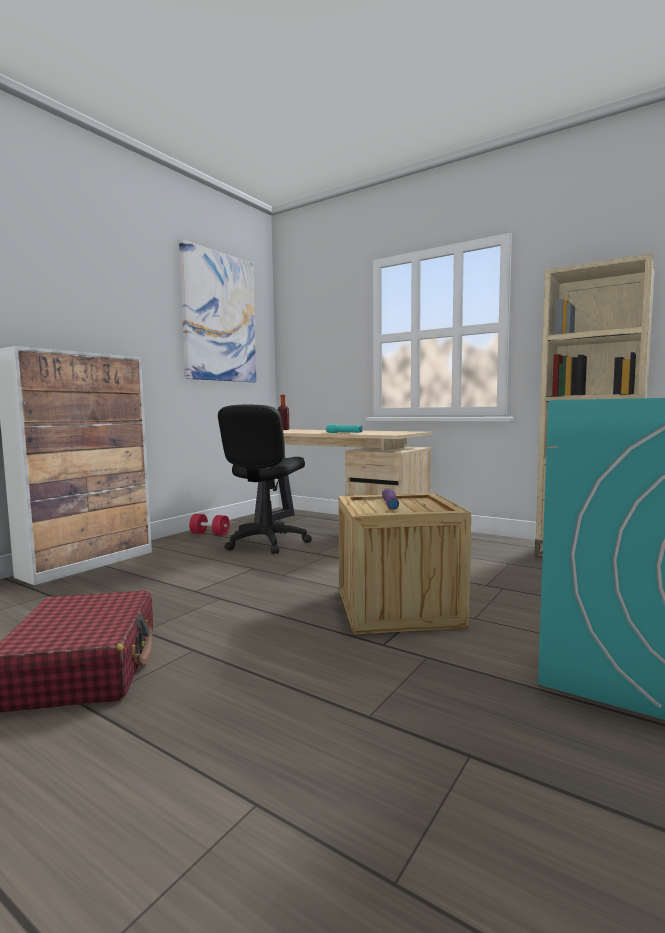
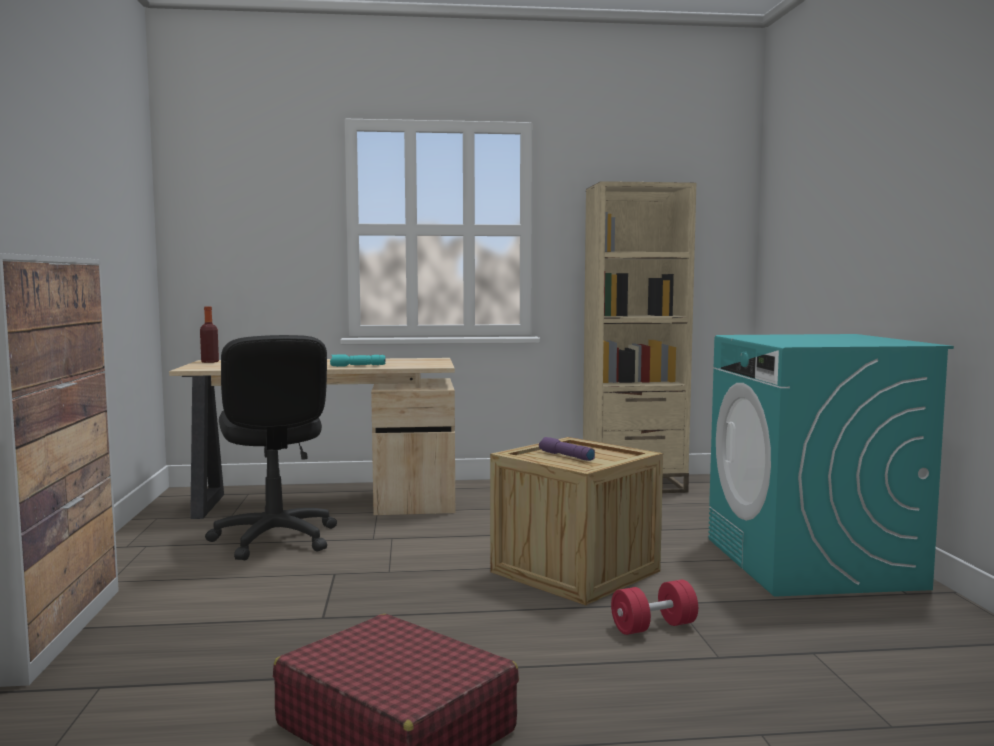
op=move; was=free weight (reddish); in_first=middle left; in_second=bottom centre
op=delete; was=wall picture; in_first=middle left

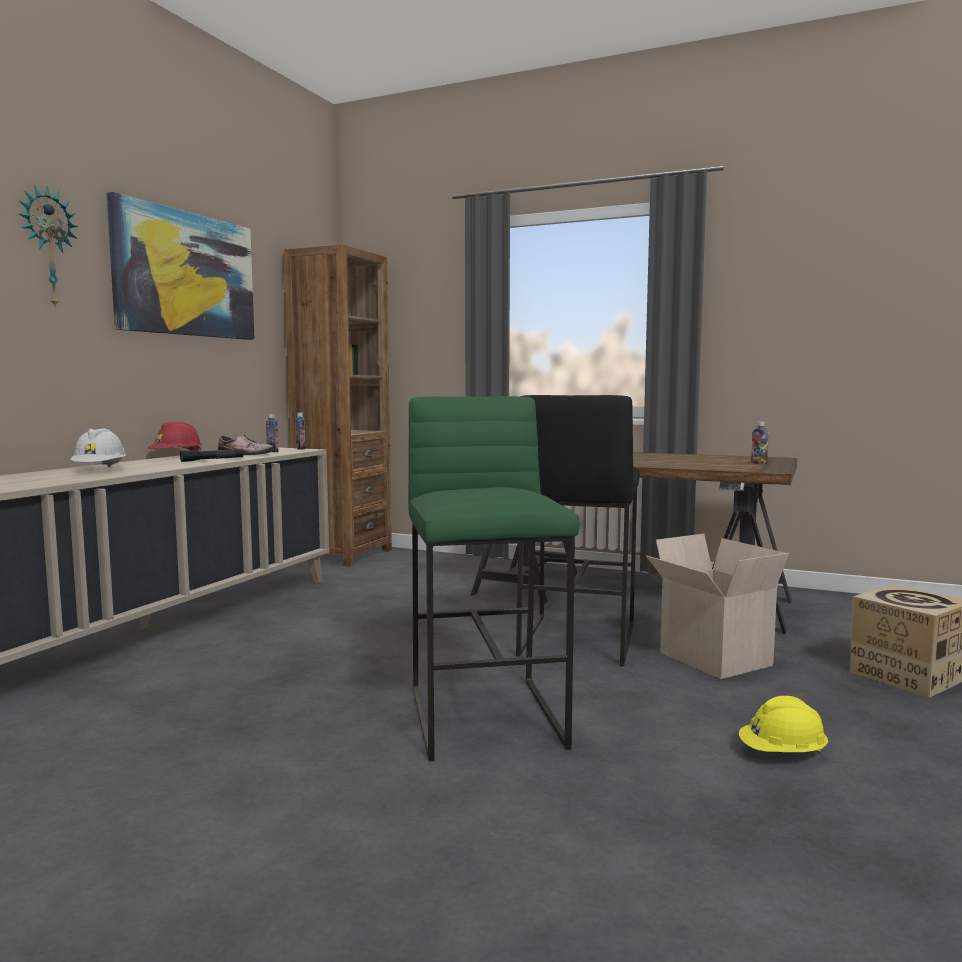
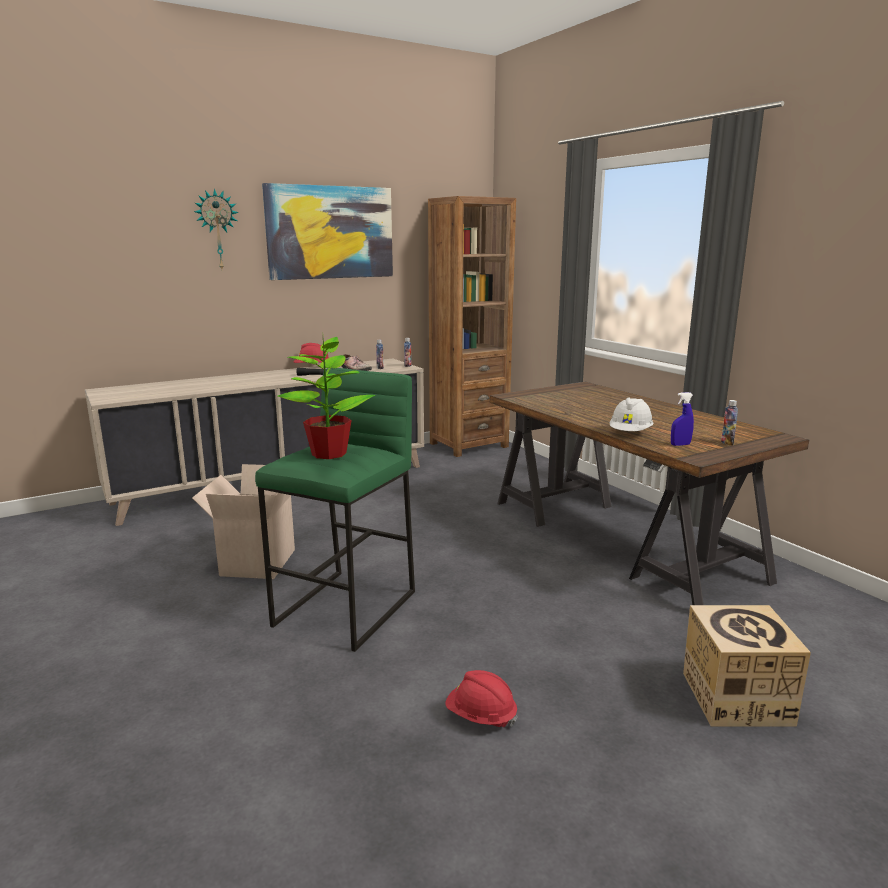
op=move; was=cardboard box (1st from left); in_first=middle right; in_second=middle left
op=insert; now=potted plant; in_second=centre
op=recolor; was=safety helmet (yellow); now=safety helmet (reddish) (2nd from left); in_first=bottom right; in_second=bottom centre
op=move; was=safety helmet (white-coloured); in_first=middle left; in_second=middle right
op=insert; now=sprayer (bluish); in_second=middle right
op=delete; was=stool (blackish); in_first=centre

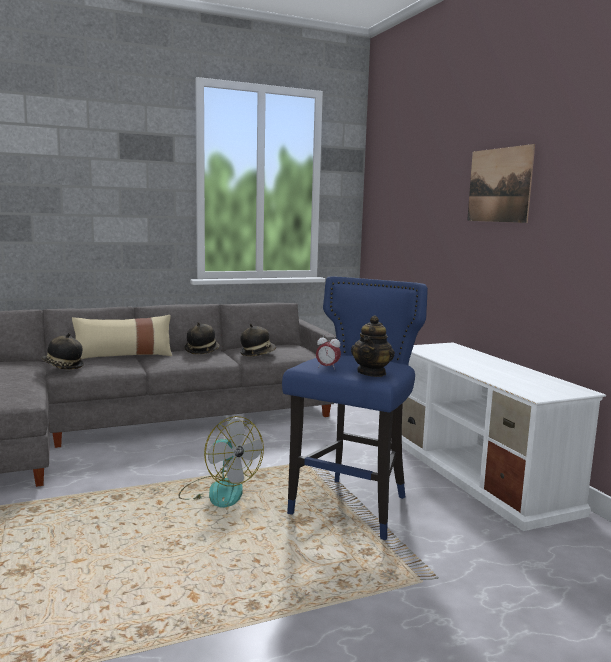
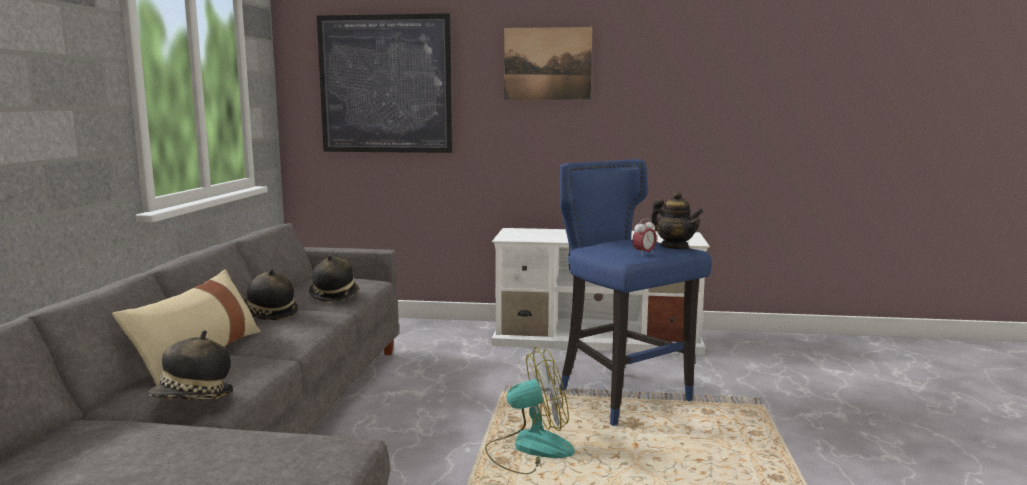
op=insert; now=wall picture (1st from left); in_second=top centre

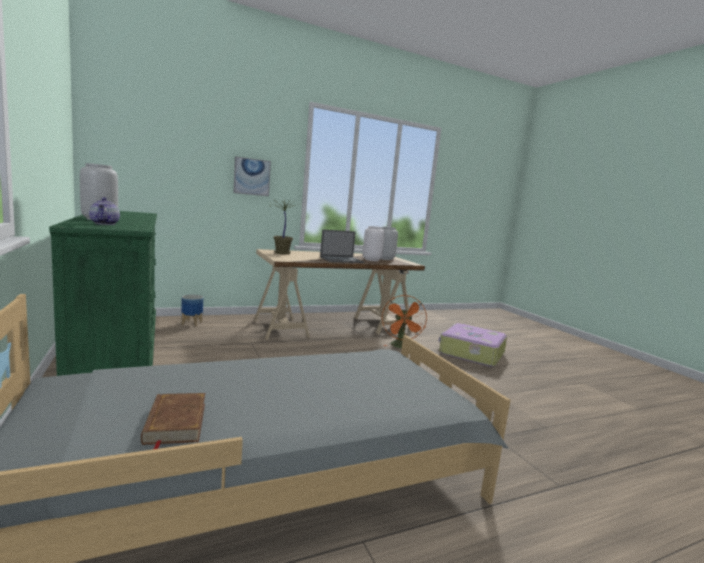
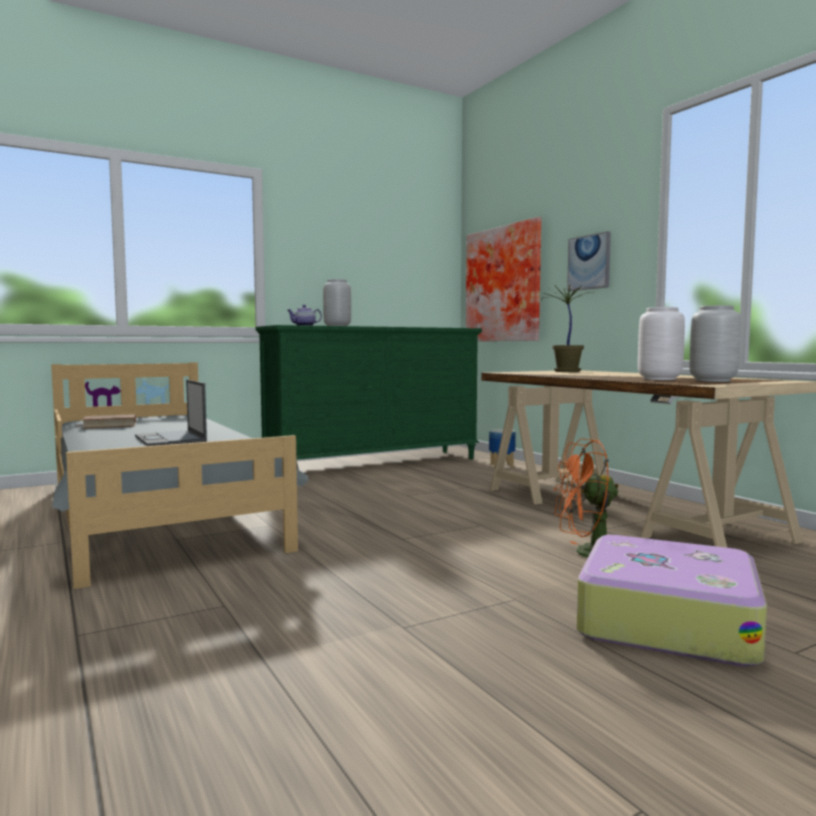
op=move; was=portable computer; in_first=centre; in_second=middle left
op=insert; now=wall picture (1st from left); in_second=centre

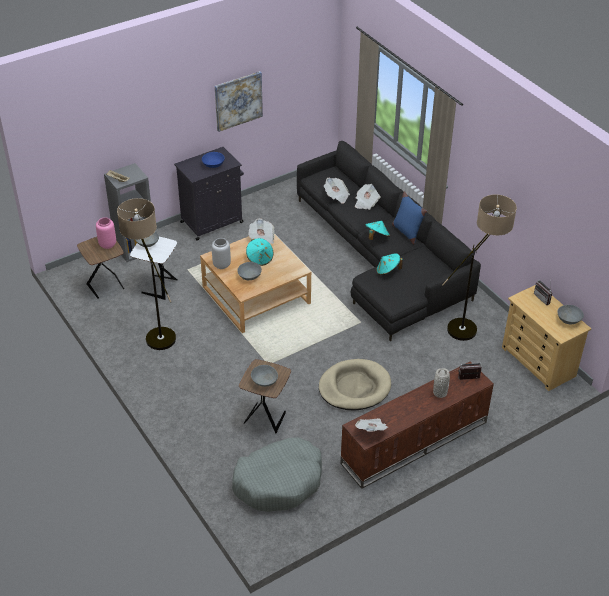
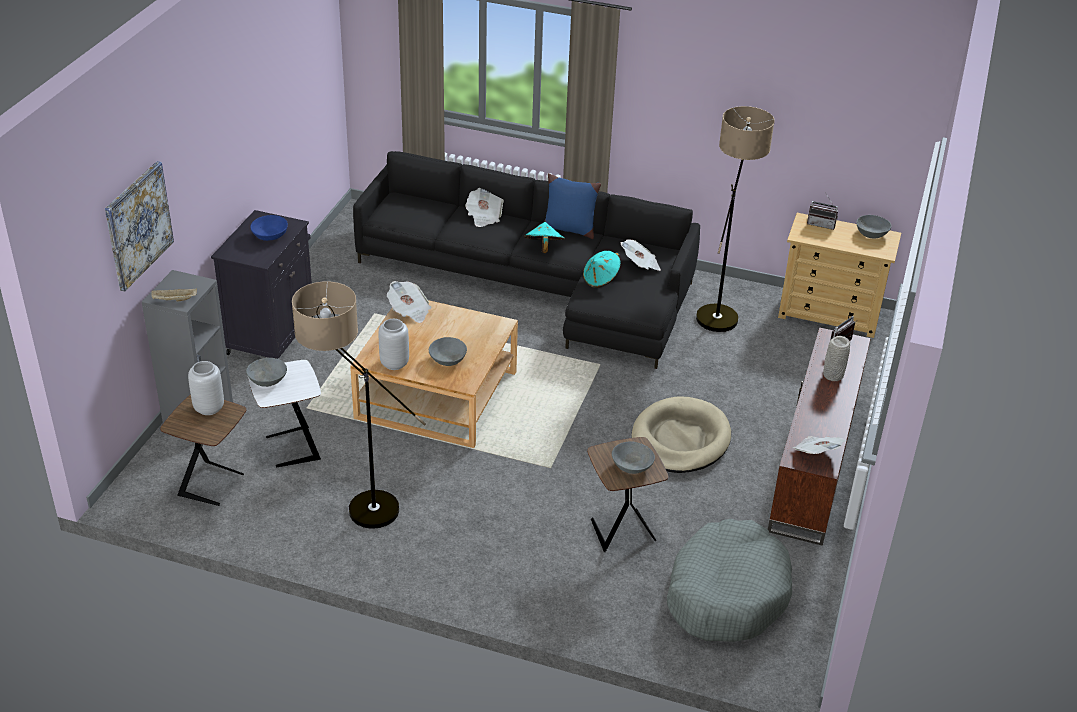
op=move; was=wall picture; in_first=top centre; in_second=top left
op=recolor; was=flower vase (pinkish); now=flower vase (gray) (1st from left); in_first=middle left; in_second=middle left
op=move; was=printed paper (2nd from left in the first image); now=printed paper (3rd from left); in_first=top centre; in_second=centre
op=delete; was=clothing hat (turquoise) (1st from left); in_first=centre

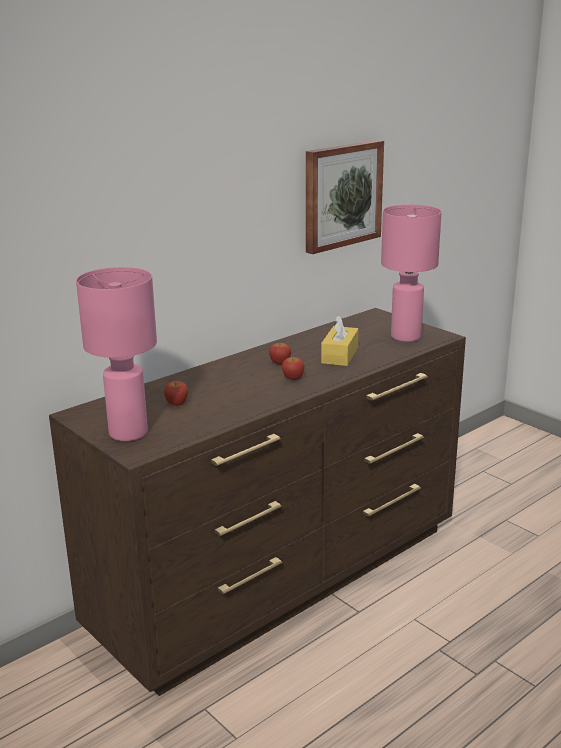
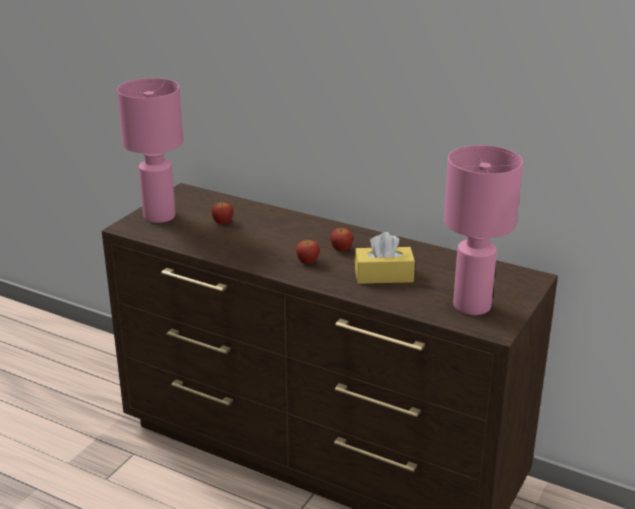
op=delete; was=wall picture; in_first=top centre

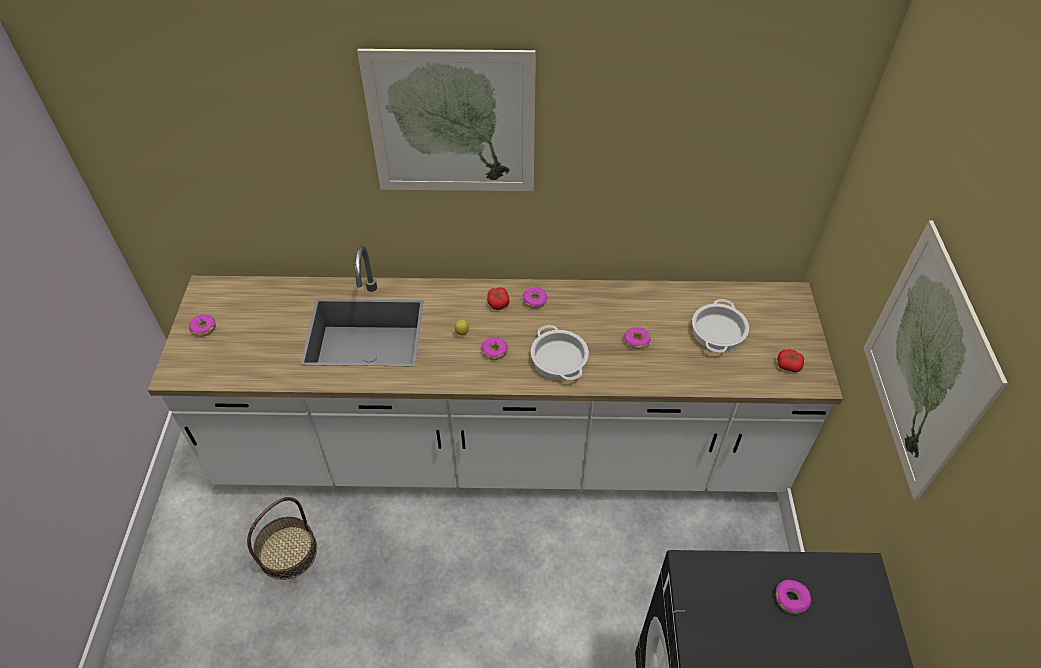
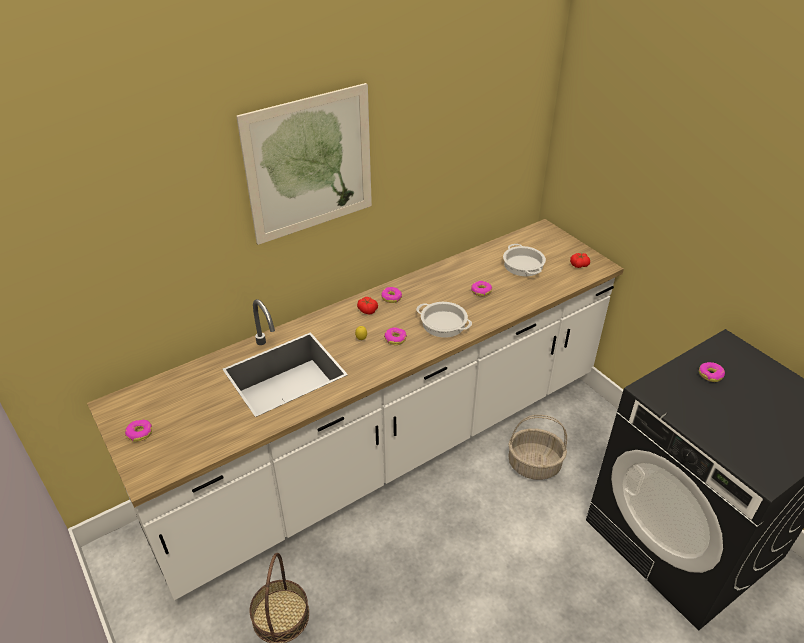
op=insert; now=basket (2nd from left); in_second=bottom right
op=delete; was=wall picture (2nd from left); in_first=middle right

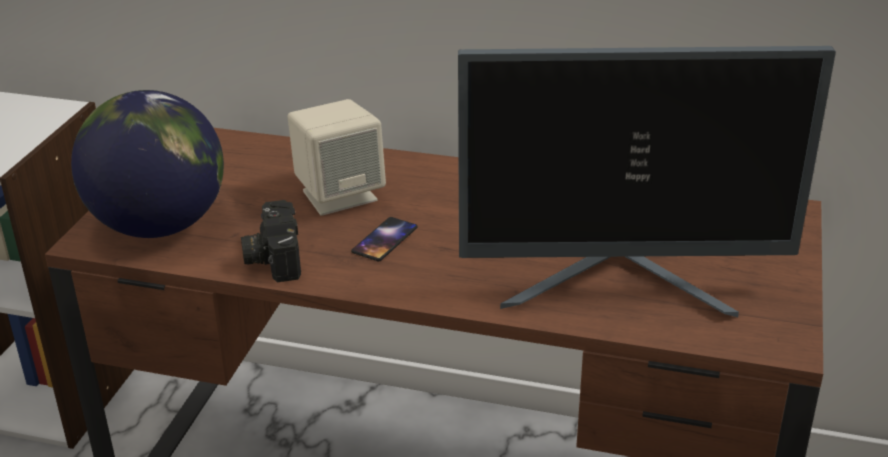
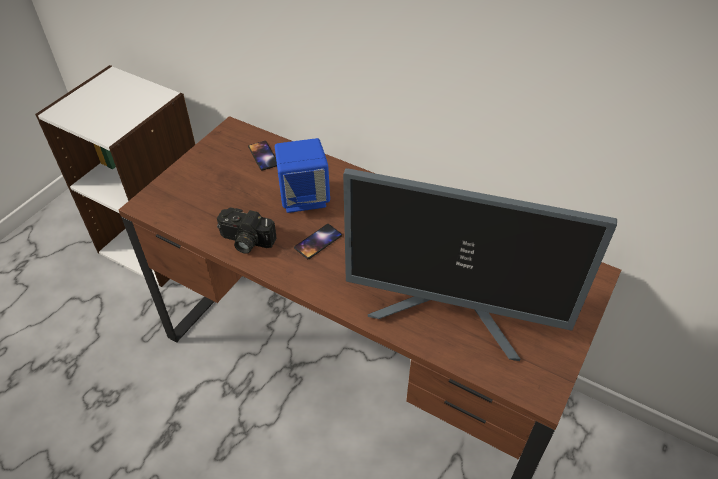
op=rotate; was=photo camera; in_first=middle left; in_second=centre; clockwise=-75
op=insert; now=handset (1st from left); in_second=top centre
op=recolor; was=audio speaker (beige); now=audio speaker (bluish); in_first=centre; in_second=centre
op=delete; was=world globe; in_first=middle left

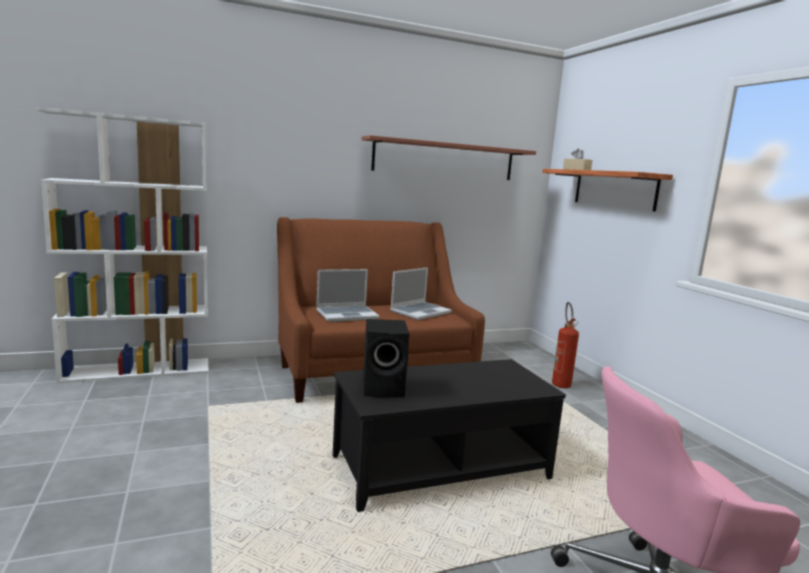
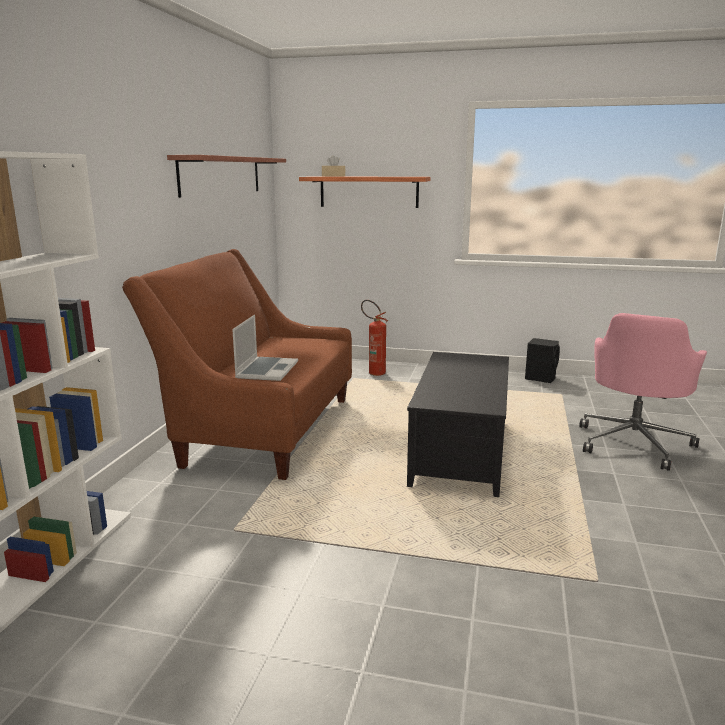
op=move; was=audio speaker (blackish); in_first=centre; in_second=middle right
op=delete; was=portable computer (2nd from left); in_first=centre

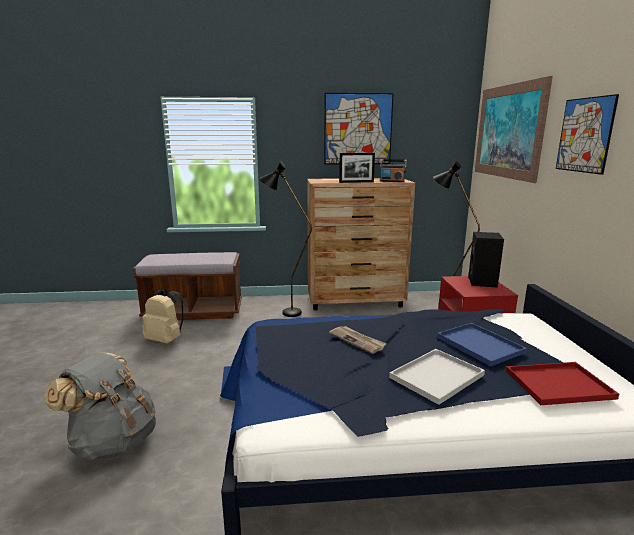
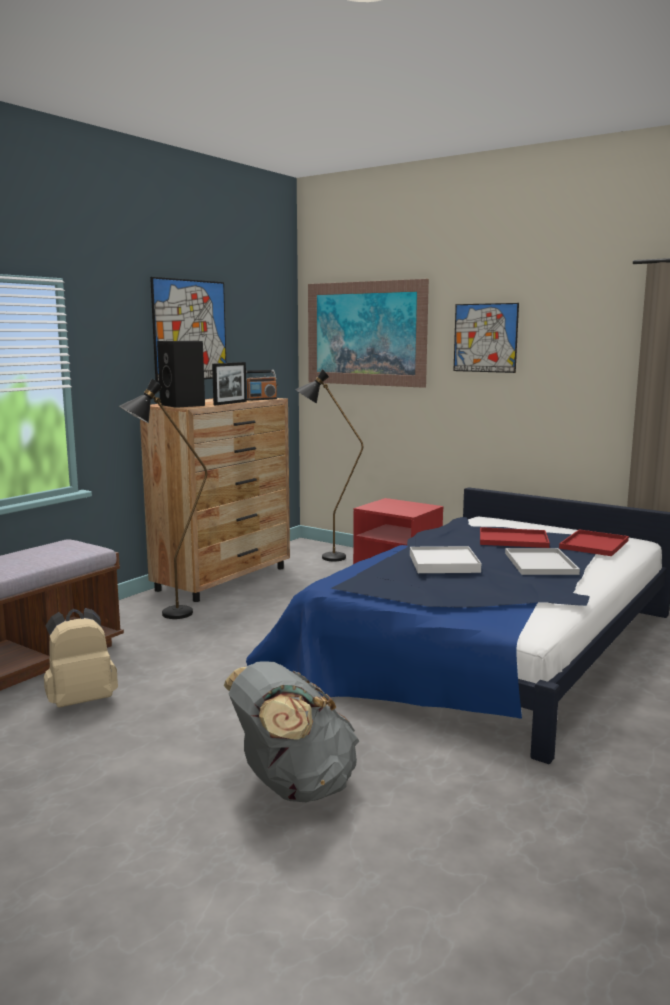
op=move; was=audio speaker (blackish); in_first=middle right; in_second=middle left
op=replace; was=printed paper; now=serving tray (white-coloured) (1st from left); in_first=centre; in_second=centre
op=recolor; was=serving tray (bluish); now=serving tray (reddish) (1st from left); in_first=middle right; in_second=middle right

